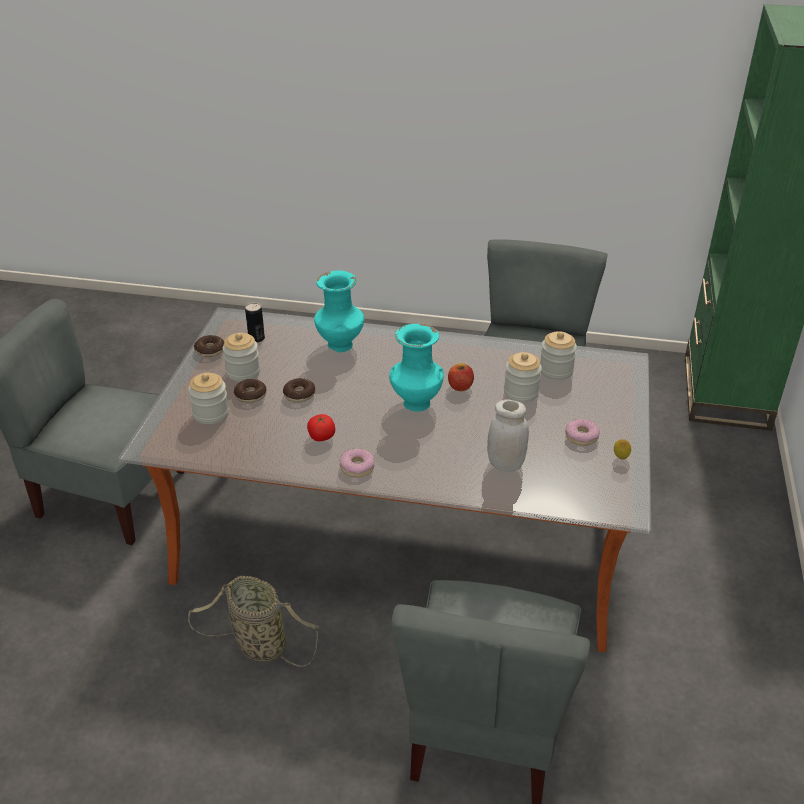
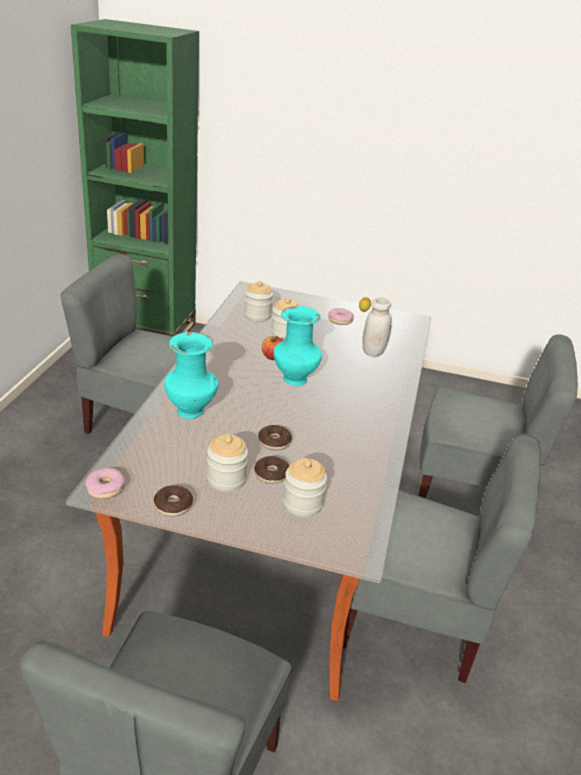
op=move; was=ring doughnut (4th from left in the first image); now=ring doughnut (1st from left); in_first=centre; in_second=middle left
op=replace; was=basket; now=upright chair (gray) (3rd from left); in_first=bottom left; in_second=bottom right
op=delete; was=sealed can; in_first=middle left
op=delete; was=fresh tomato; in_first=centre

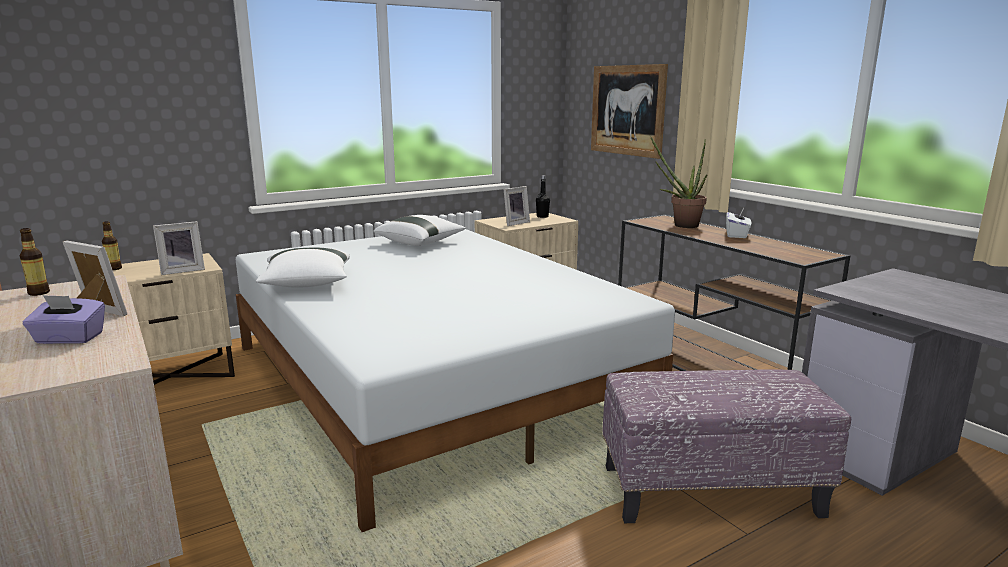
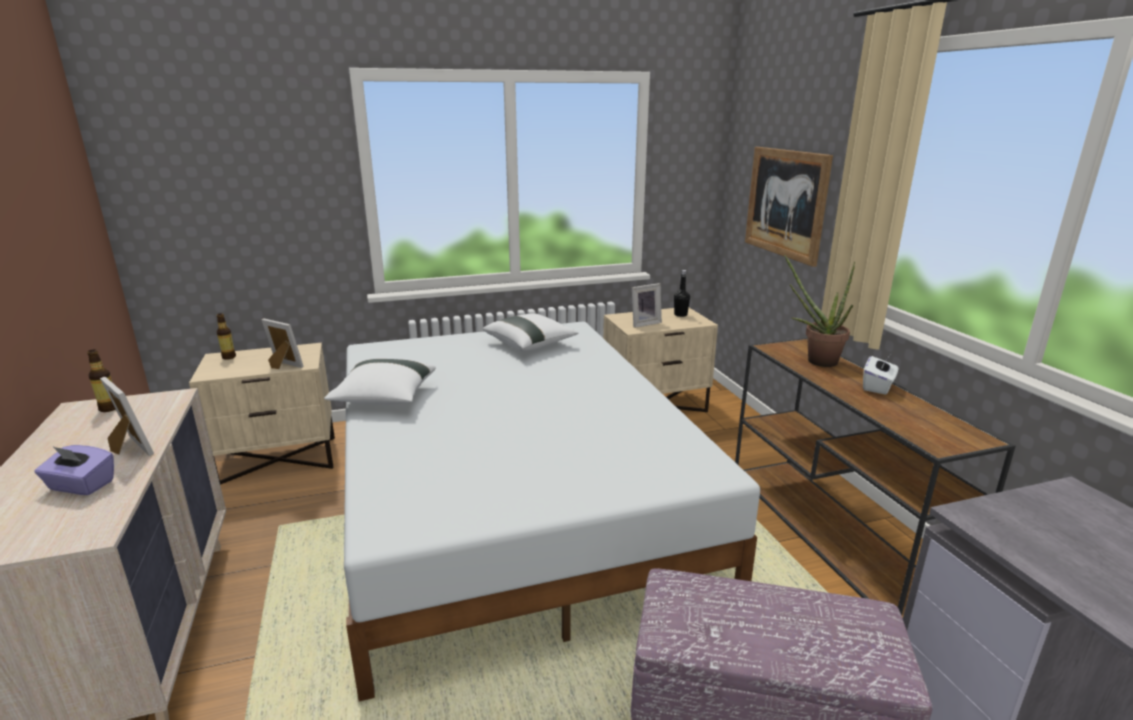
op=rotate; was=picture frame (2nd from left); in_first=middle left; in_second=middle left; clockwise=-135

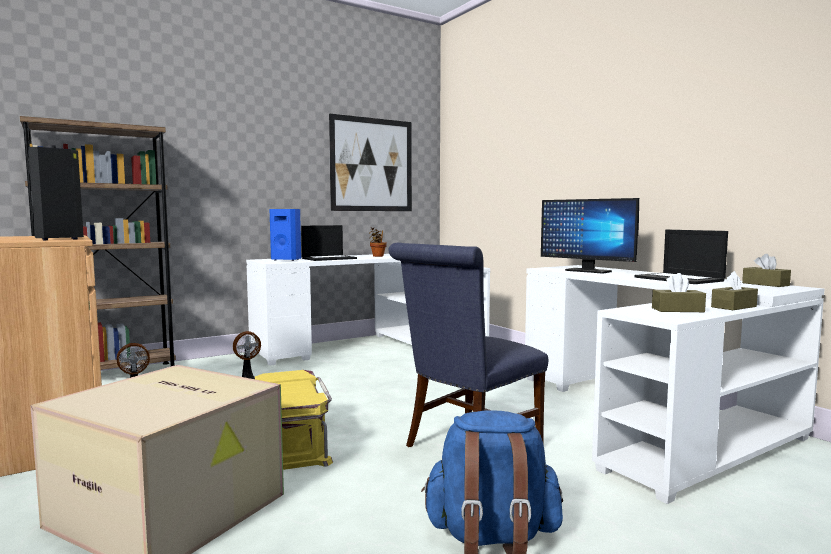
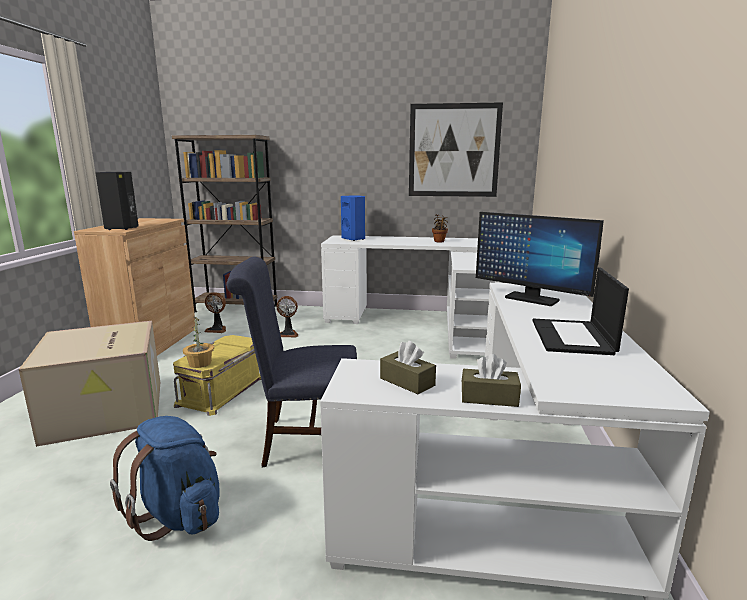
op=insert; now=potted plant (1st from left); in_second=middle left
op=rotate; was=computer screen; in_first=middle right; in_second=middle right; clockwise=-45
op=delete; was=portable computer (1st from left); in_first=centre
op=delete; was=tissue box (brownish) (3rd from left); in_first=middle right

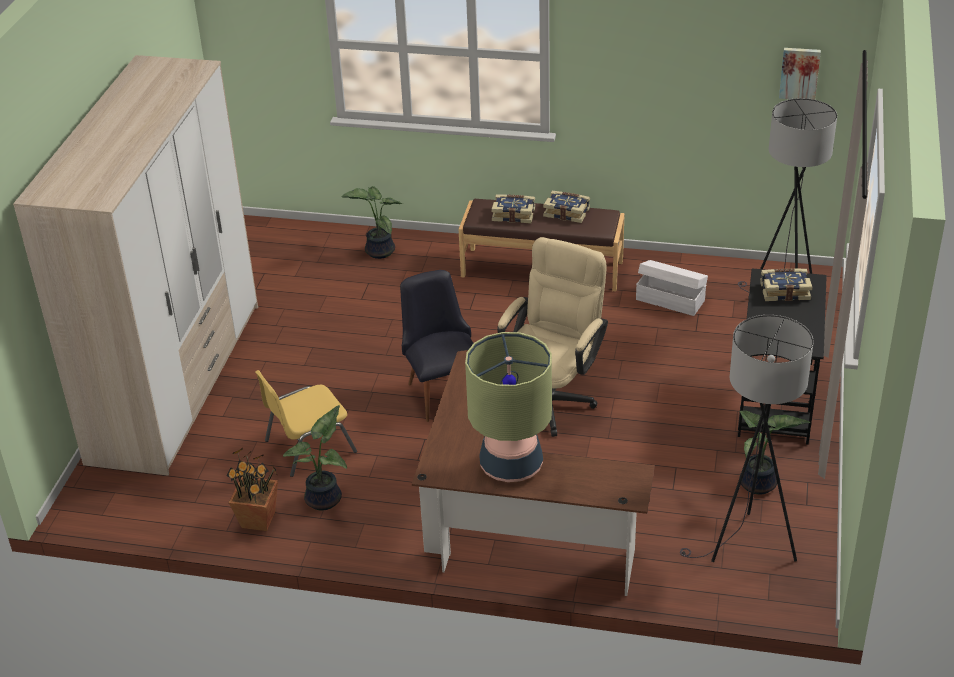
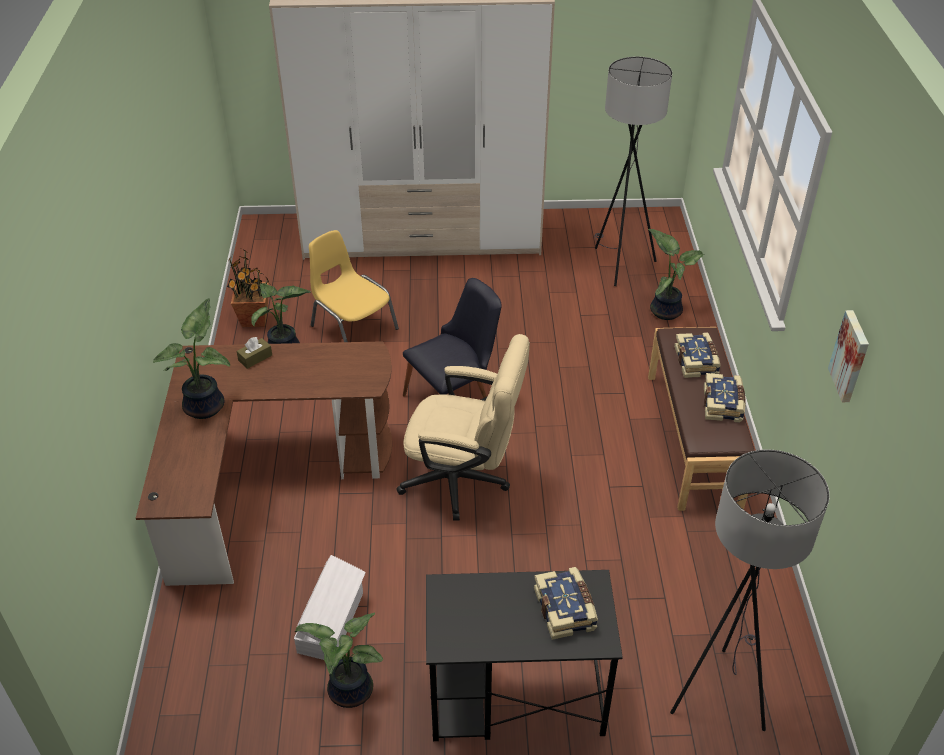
op=replace; was=tabletop lamp; now=potted plant (1st from left); in_first=centre; in_second=middle left
op=insert; now=tissue box (brownish); in_second=middle left
op=move; was=storage box (white-coloured); in_first=middle right; in_second=bottom centre
op=move; was=floor lamp (gray) (1st from left); in_first=middle right; in_second=top right
op=move; was=wall picture; in_first=top right; in_second=middle right

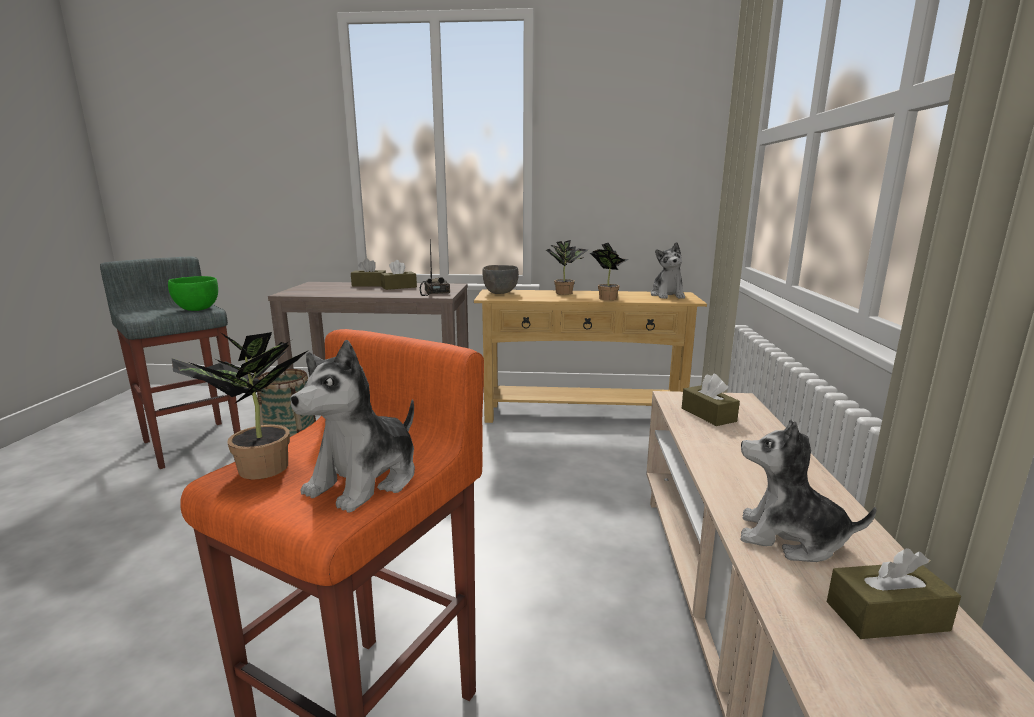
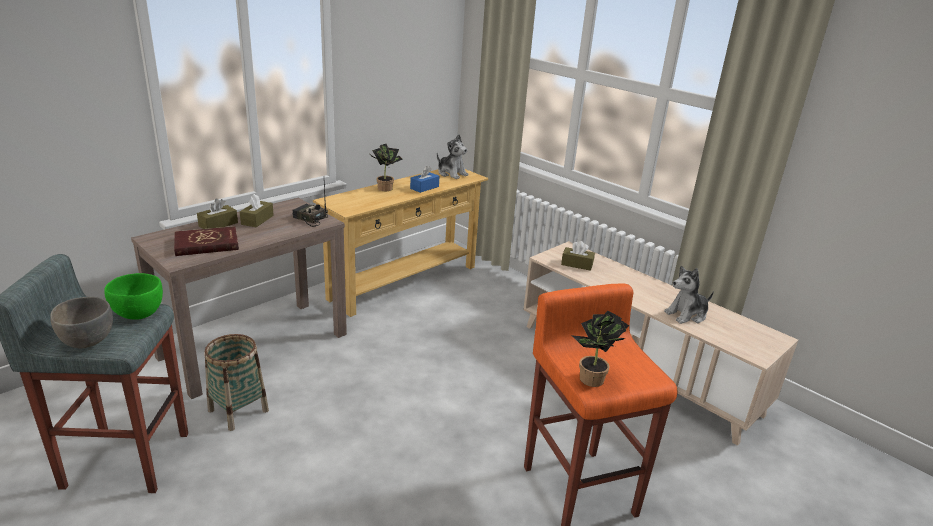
op=move; was=serving bowl (gray); in_first=centre; in_second=middle left
op=insert; now=volume (reddish); in_second=middle left
op=replace; was=potted plant (3rd from left); now=tissue box (bluish); in_first=centre; in_second=centre
op=delete; was=soft toy (1st from left); in_first=centre
op=delete; was=tissue box (brownish) (4th from left); in_first=bottom right

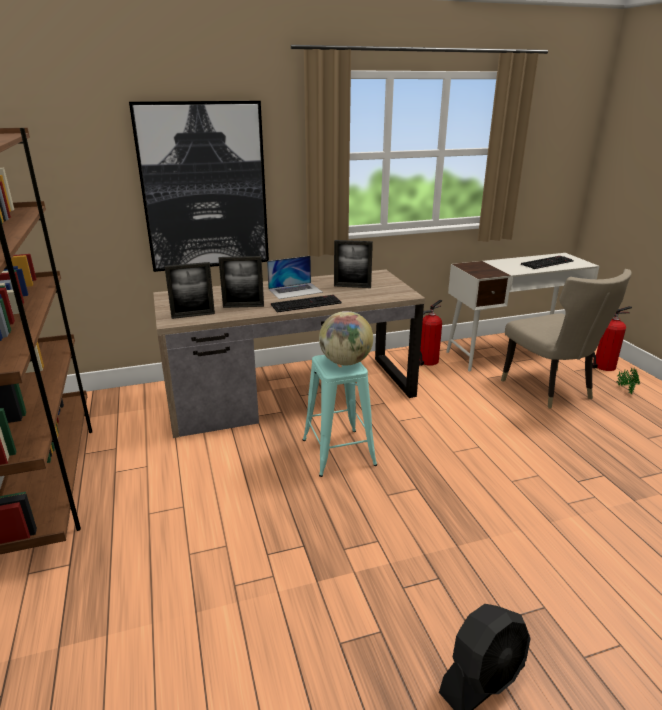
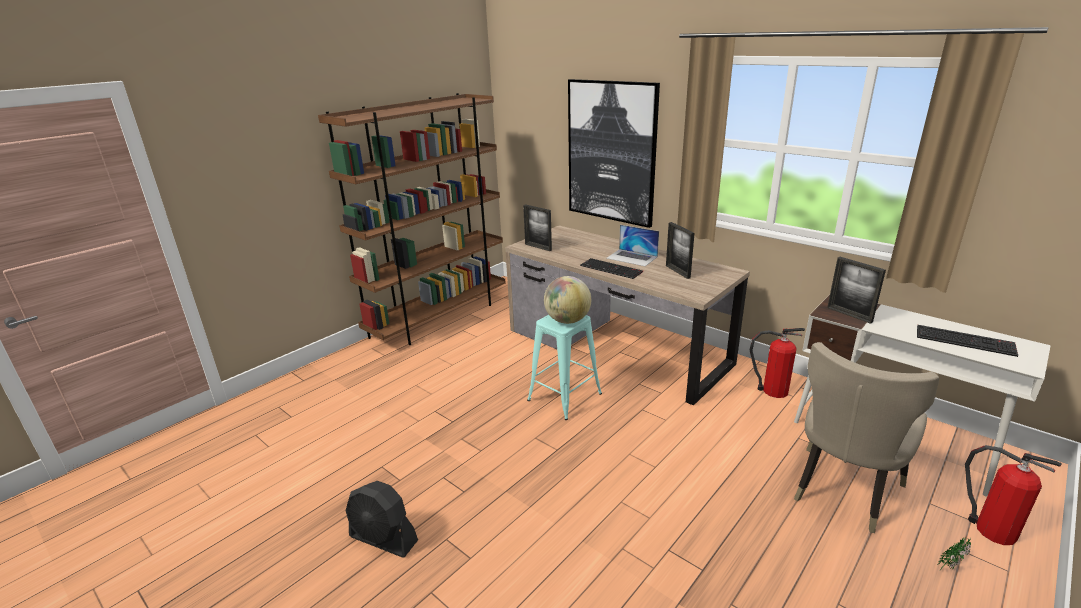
op=move; was=picture frame (2nd from left in the first image); now=picture frame (3rd from left); in_first=centre; in_second=middle right

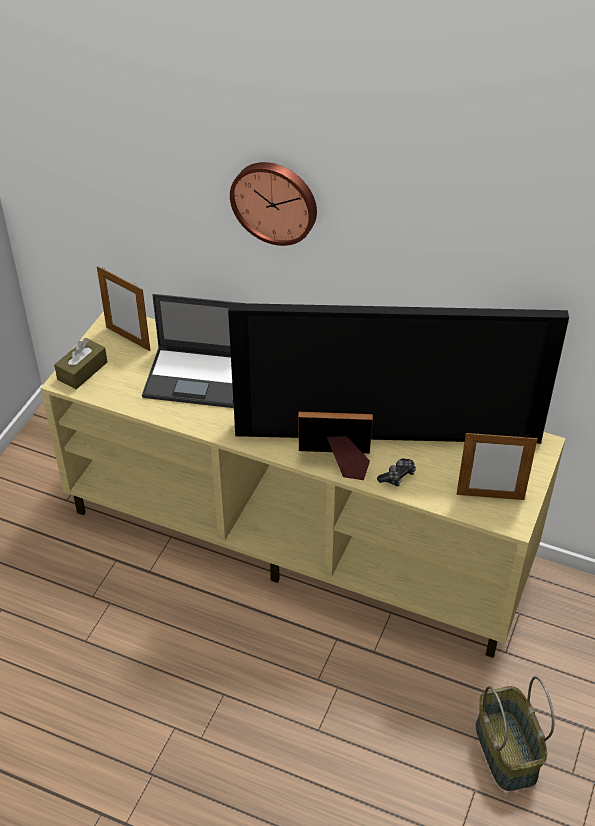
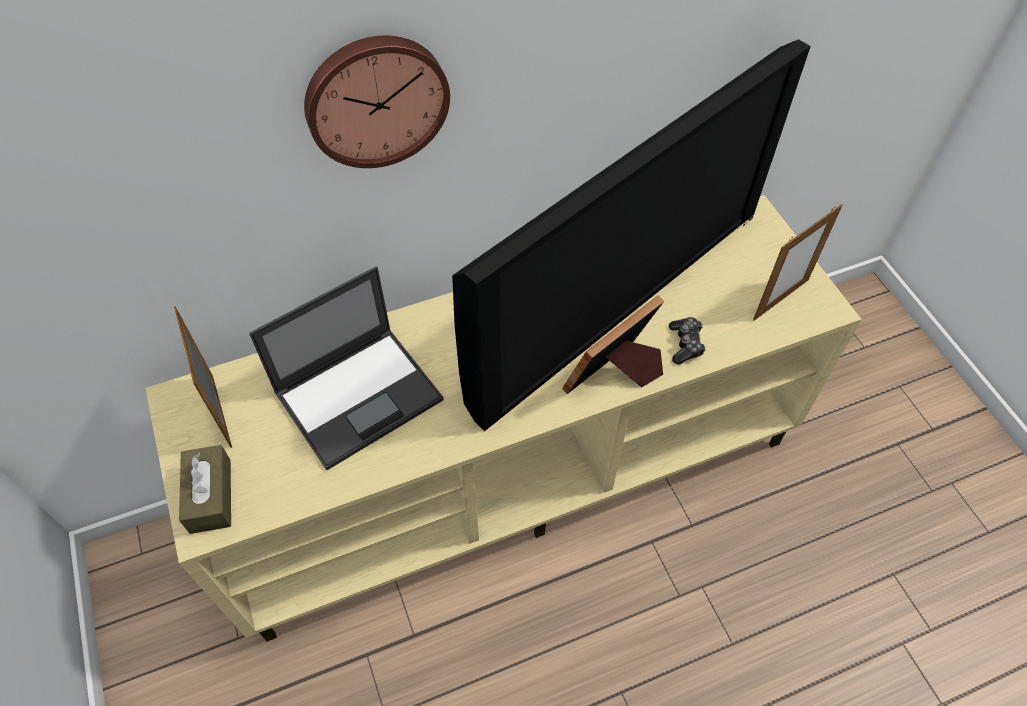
op=rotate; was=picture frame (1st from left); in_first=middle left; in_second=middle left; clockwise=75
op=delete; was=basket; in_first=bottom right

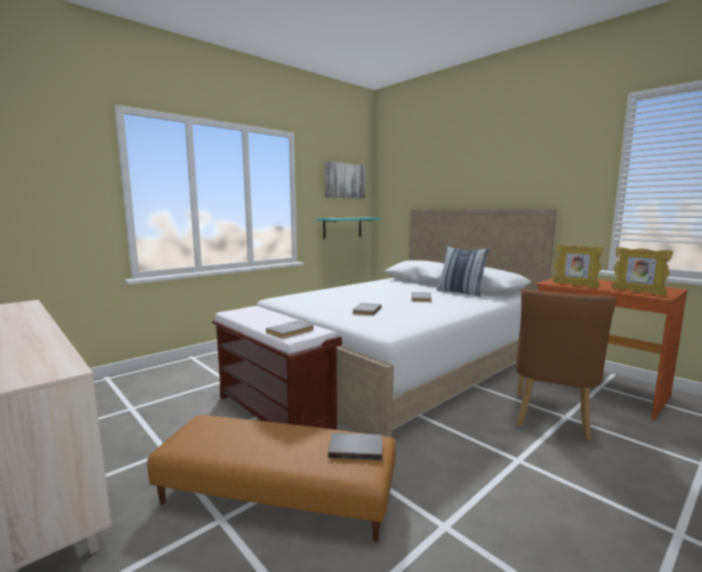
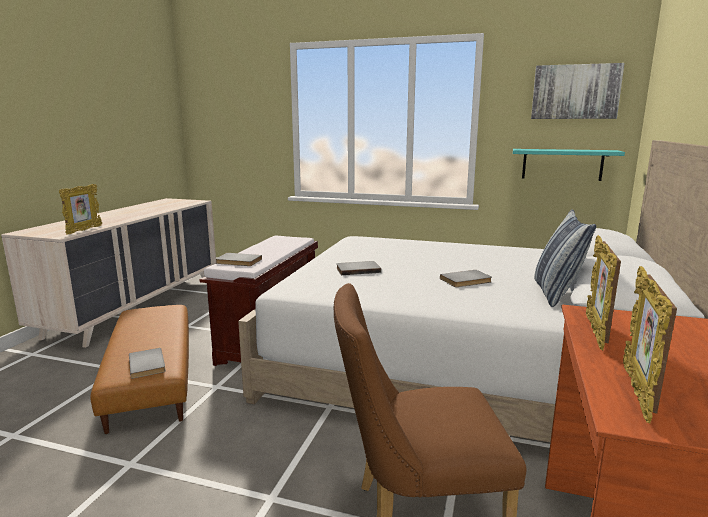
op=insert; now=picture frame (1st from left); in_second=middle left

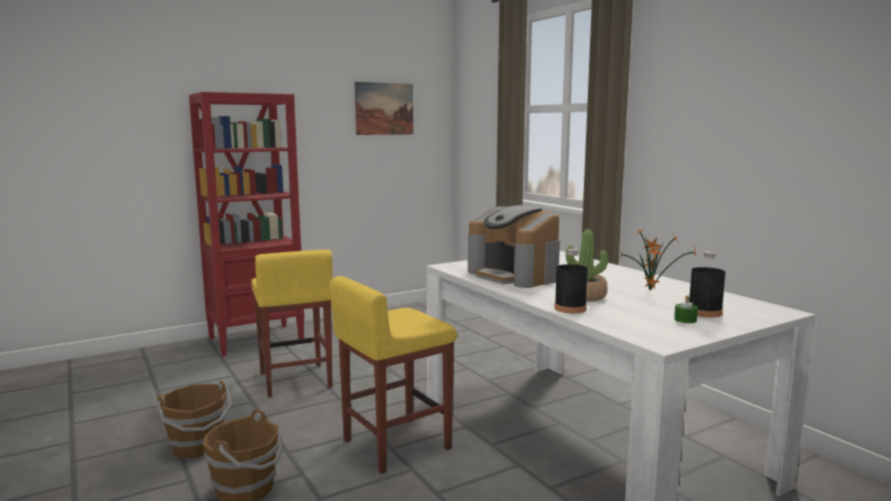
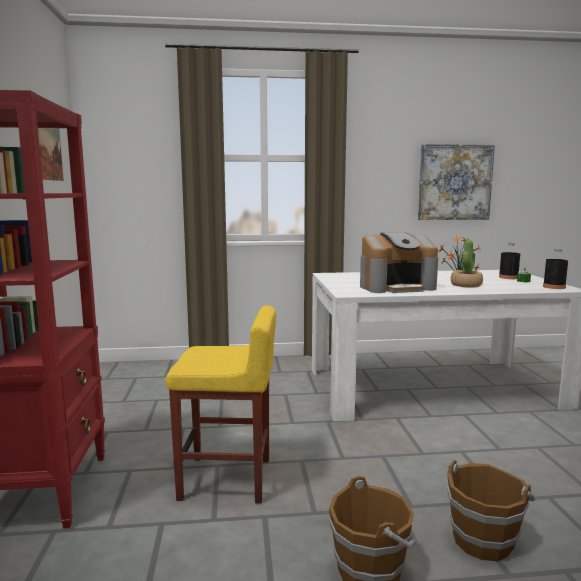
op=insert; now=wall picture (2nd from left); in_second=top right
op=move; was=drink bottle (blackish) (1st from left in the first image); now=drink bottle (blackish) (2nd from left); in_first=centre; in_second=middle right
op=delete; was=stool (yellow) (2nd from left); in_first=bottom centre

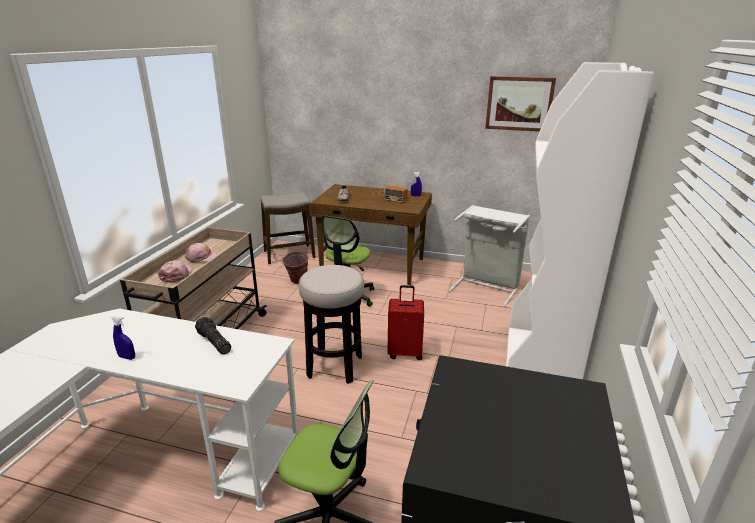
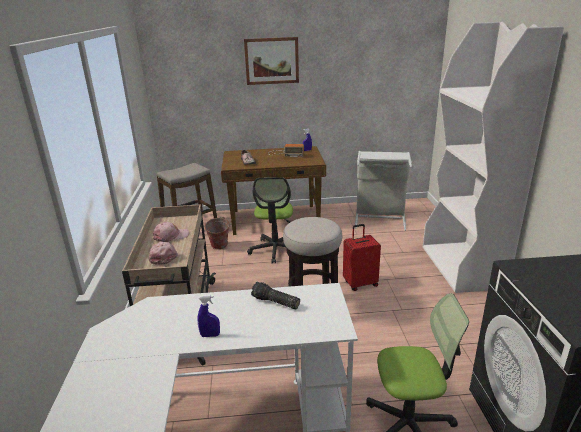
op=move; was=wall picture; in_first=top right; in_second=top centre

